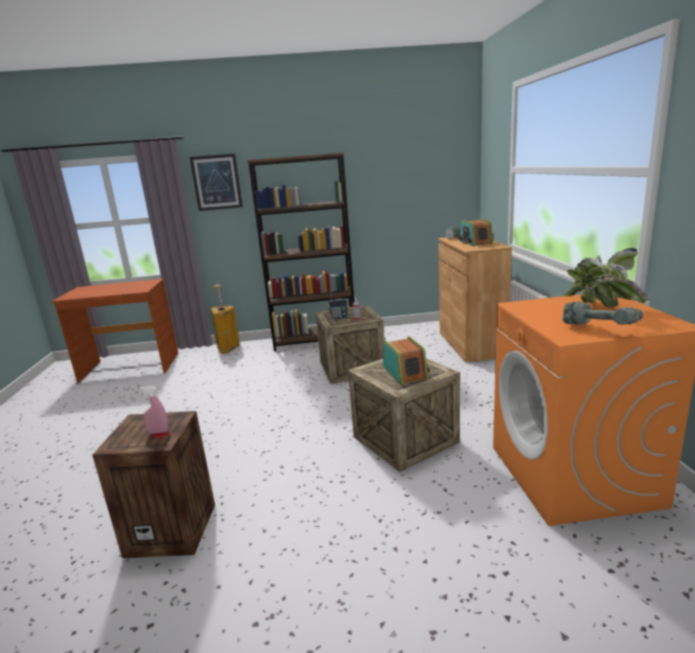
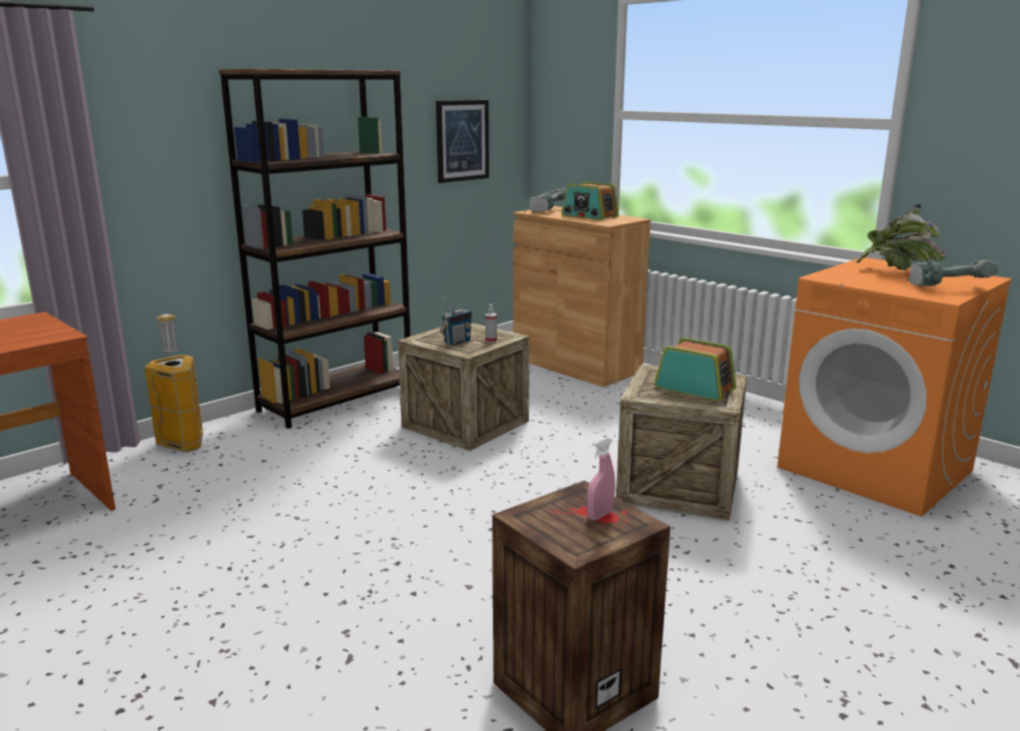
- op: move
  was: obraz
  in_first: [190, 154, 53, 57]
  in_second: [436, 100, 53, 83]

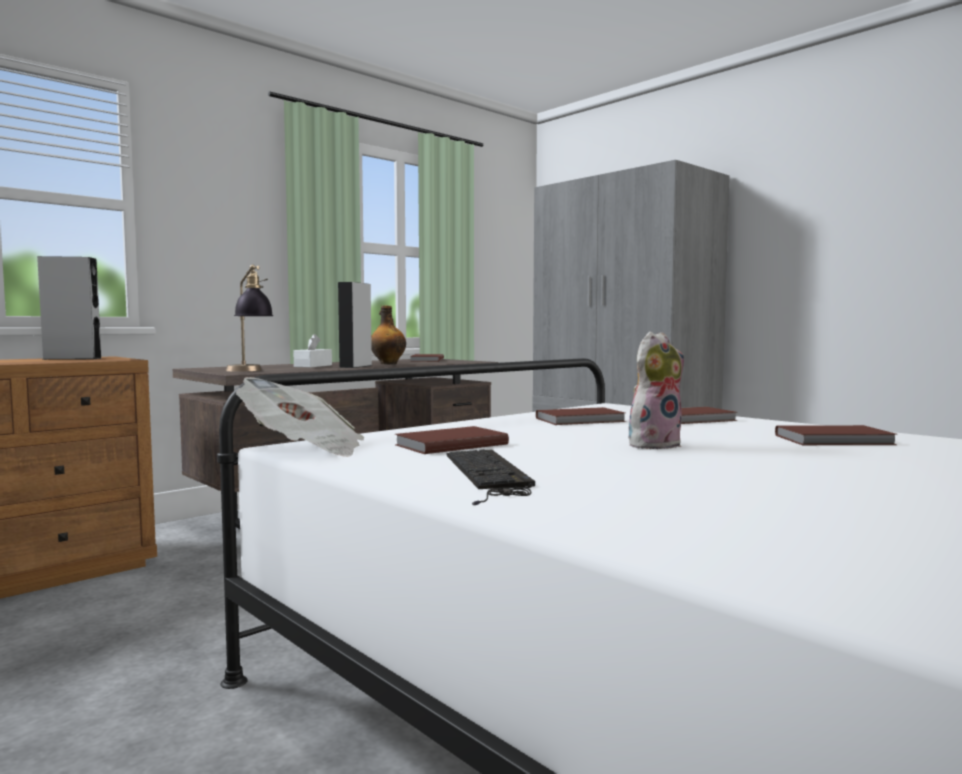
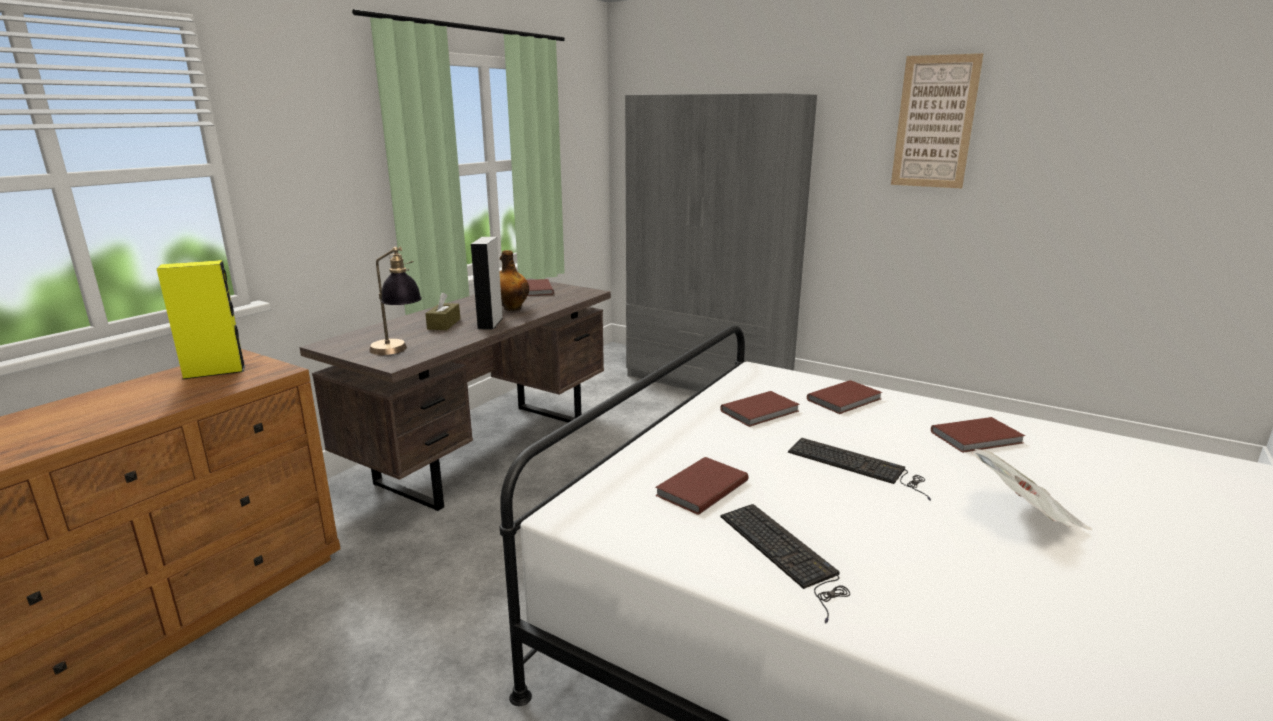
- op: insert
  now: obraz
  in_second: [891, 53, 93, 136]
- op: move
  was: gazeta
  in_first: [236, 377, 128, 80]
  in_second: [971, 449, 121, 81]
- op: replace
  was: pluszak
  now: klawiatura
  in_first: [628, 331, 56, 118]
  in_second: [788, 438, 143, 63]
- op: recolor
  was: głośnik (szary)
  now: głośnik (żółty)
  in_first: [37, 256, 65, 104]
  in_second: [157, 260, 88, 120]
- op: recolor
  was: pudełko chusteczek (biały)
  now: pudełko chusteczek (brązowy)
  in_first: [293, 334, 39, 33]
  in_second: [425, 292, 35, 38]

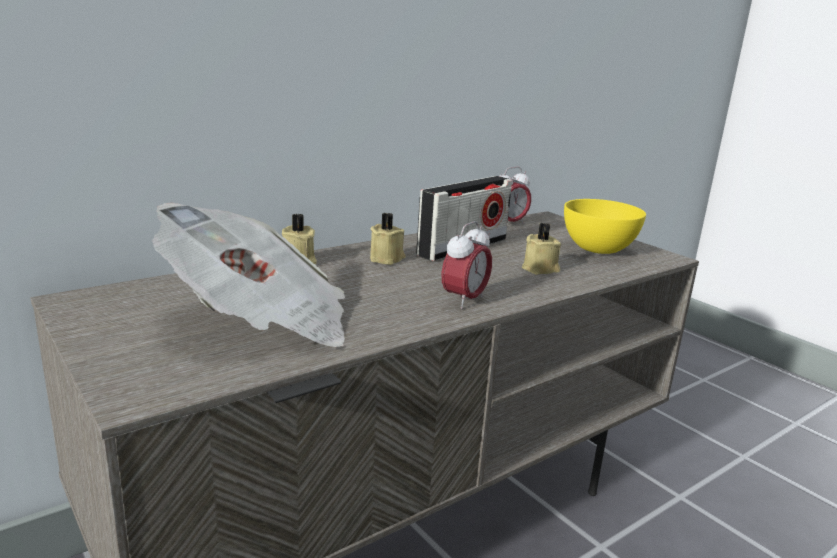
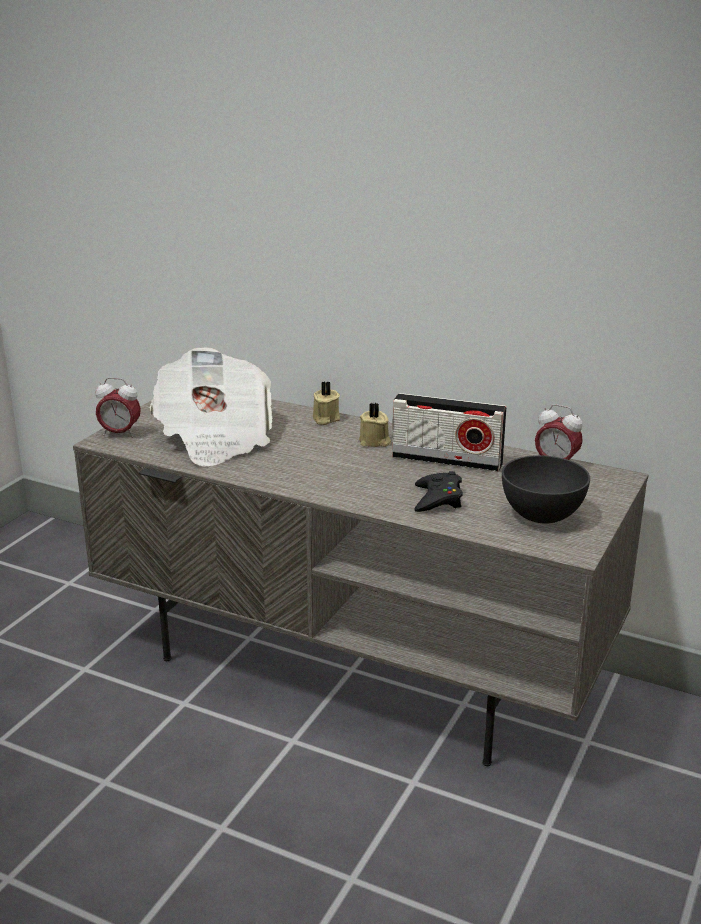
- op: move
  was: budzik
  in_first: [441, 221, 51, 88]
  in_second: [95, 378, 46, 60]
- op: replace
  was: świeca (beżowy)
  now: pad do gier (czarny)
  in_first: [522, 223, 39, 52]
  in_second: [414, 471, 49, 41]
- op: recolor
  was: miska (żółty)
  now: miska (szary)
  in_first: [564, 199, 82, 55]
  in_second: [502, 455, 88, 68]

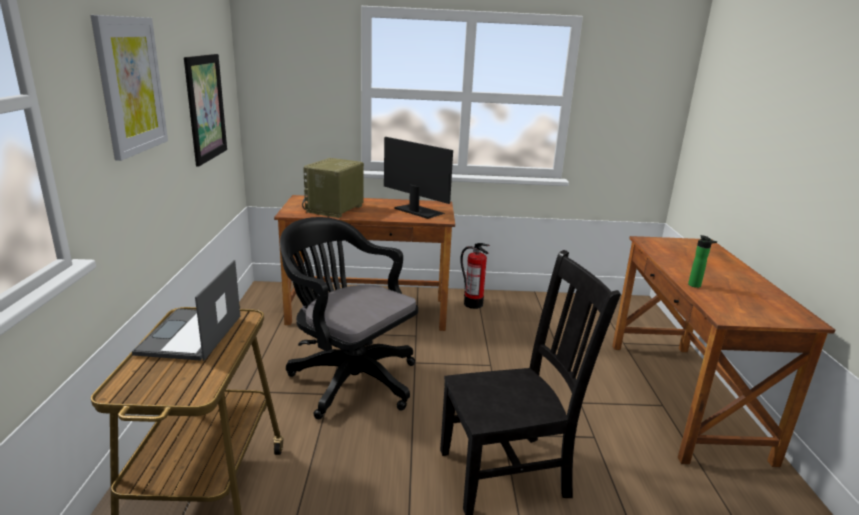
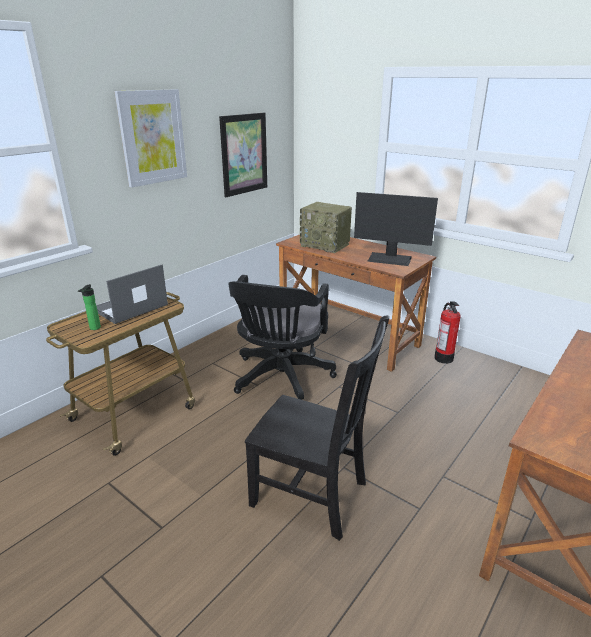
- op: move
  was: butelka
  in_first: [688, 235, 29, 53]
  in_second: [78, 284, 23, 46]
- op: rotate
  was: krzesło biurowe (czarny)
  in_first: [280, 217, 138, 202]
  in_second: [228, 275, 109, 125]
  clockwise: -150
- op: rotate
  was: radio
  in_first: [302, 158, 62, 60]
  in_second: [300, 202, 52, 51]
  clockwise: -120
- op: rotate
  was: monitor
  in_first: [384, 137, 69, 82]
  in_second: [354, 192, 84, 74]
  clockwise: 120

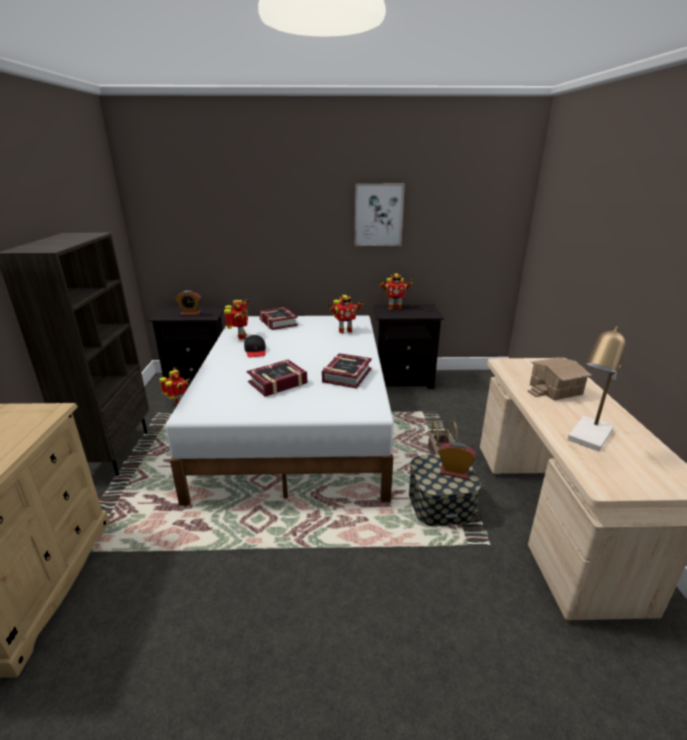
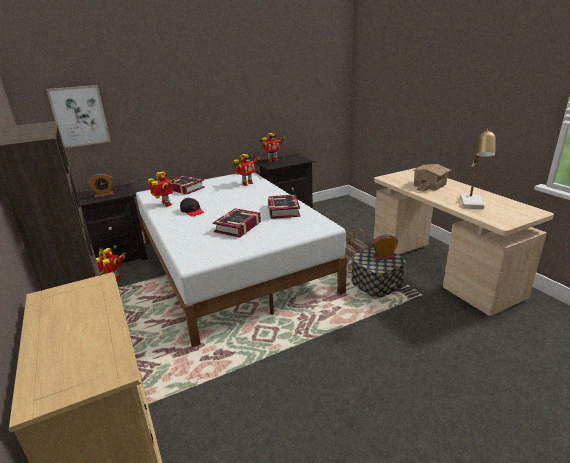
- op: move
  was: obraz
  in_first: [355, 183, 50, 63]
  in_second: [46, 85, 65, 63]

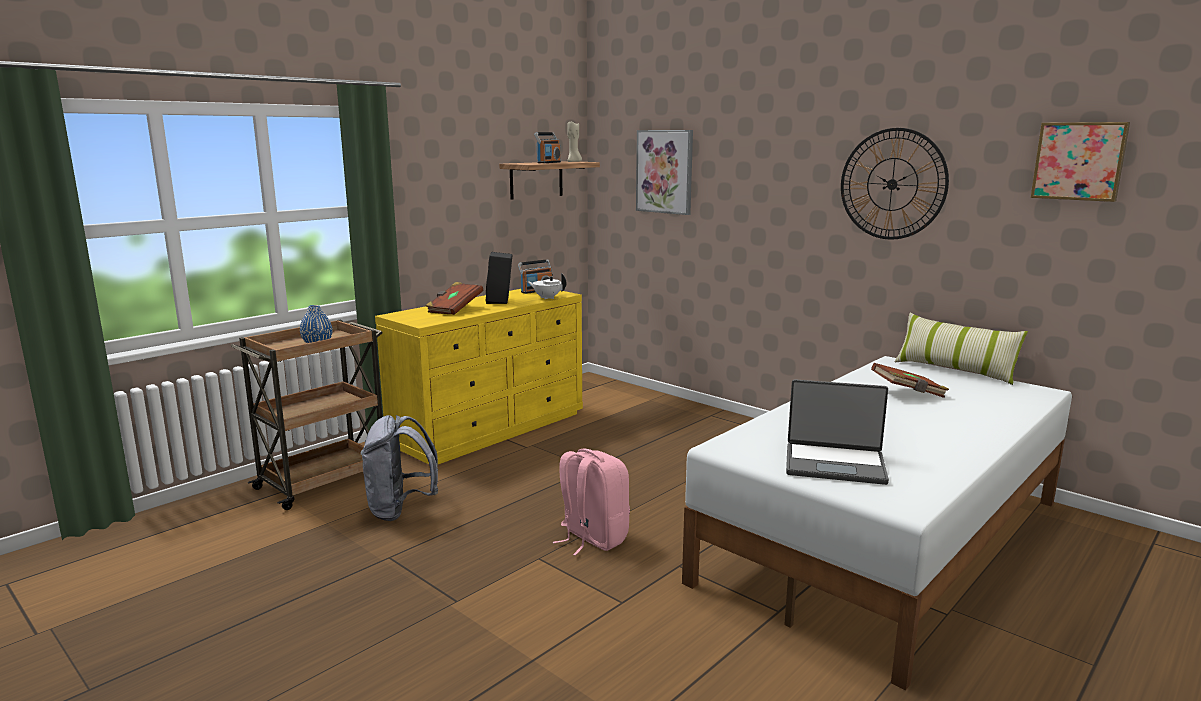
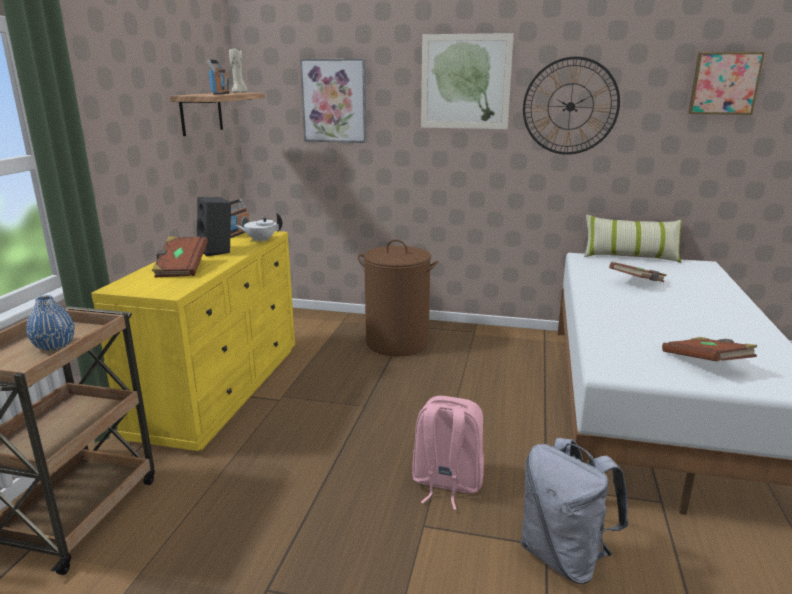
- op: insert
  now: kosz na pranie (brązowy)
  in_second: [358, 239, 81, 117]
- op: insert
  now: obraz
  in_second: [421, 33, 93, 96]
- op: move
  was: plecak (szary)
  in_first: [361, 415, 77, 106]
  in_second: [521, 438, 107, 146]
- op: replace
  was: laptop
  now: książka (brązowy)
  in_first: [786, 379, 103, 106]
  in_second: [662, 337, 96, 24]

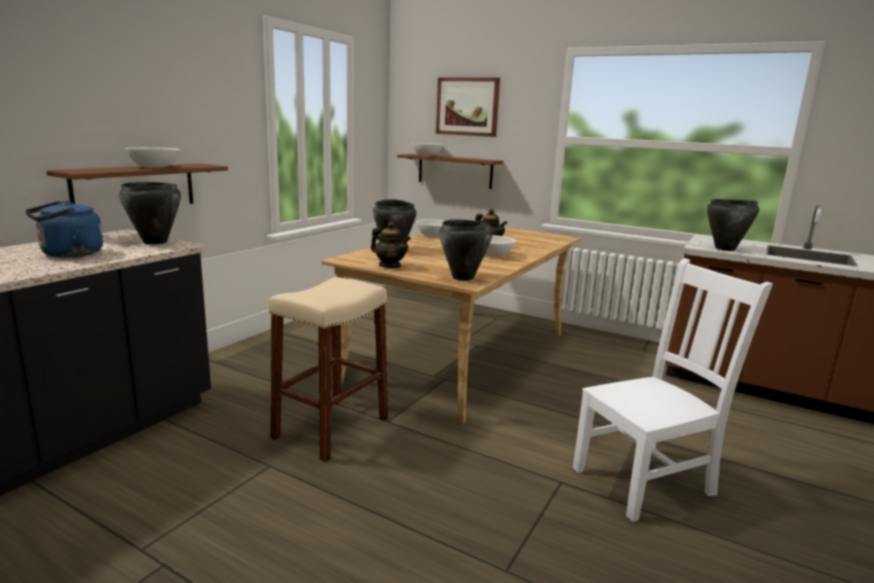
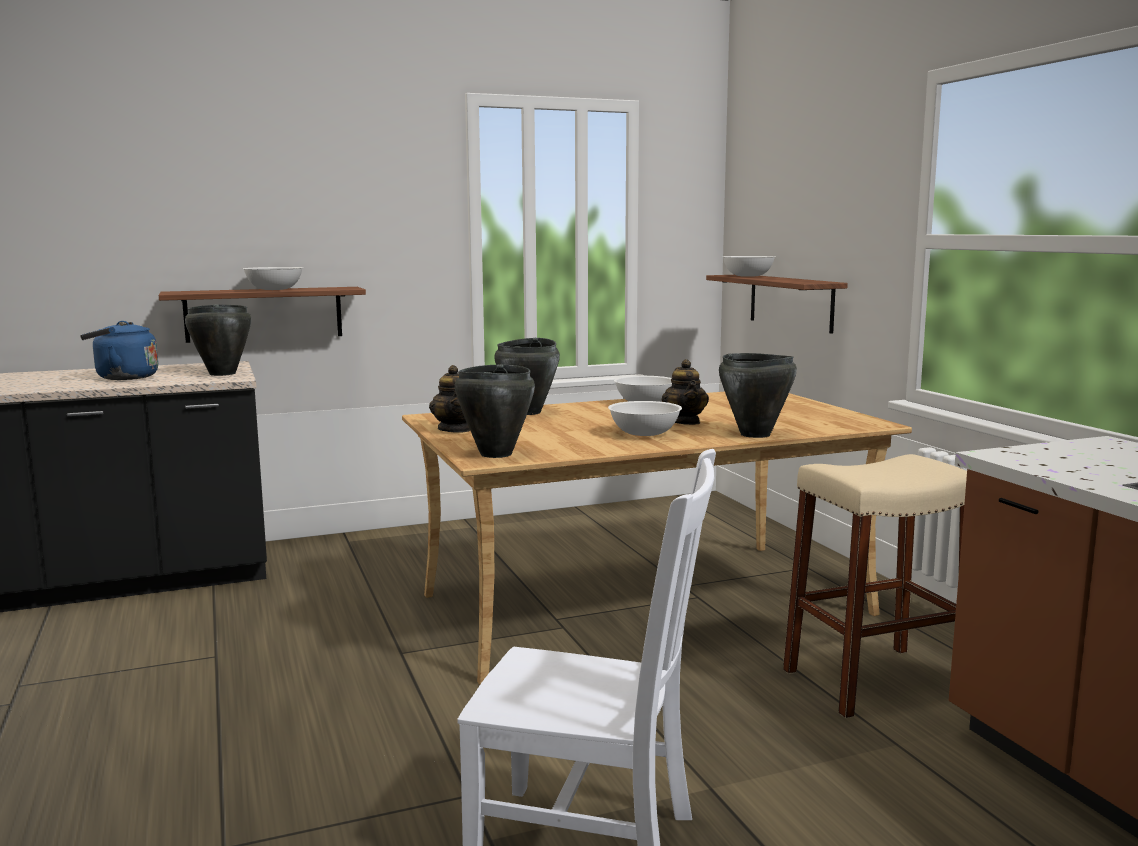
- op: delete
  was: obraz
  in_first: [436, 77, 64, 60]
- op: move
  was: stołek (beżowy)
  in_first: [269, 277, 119, 185]
  in_second: [783, 454, 184, 264]
- op: move
  was: garnek (czarny)
  in_first: [707, 199, 52, 52]
  in_second: [719, 353, 78, 85]

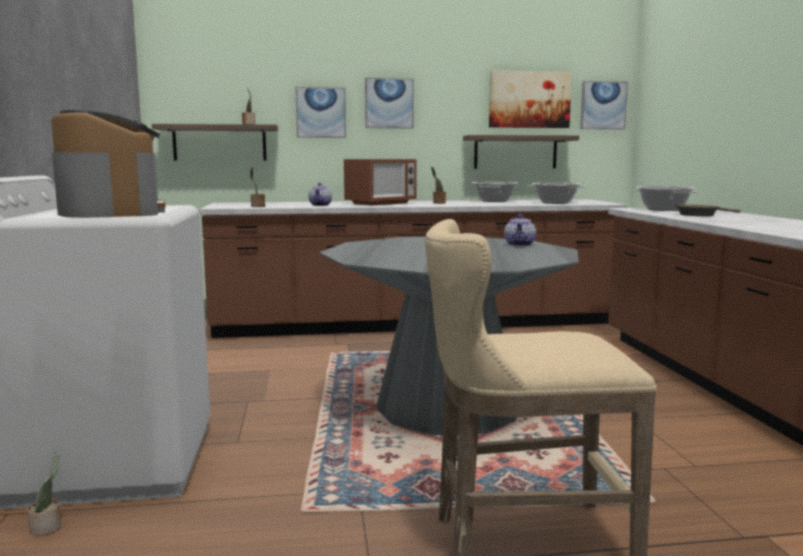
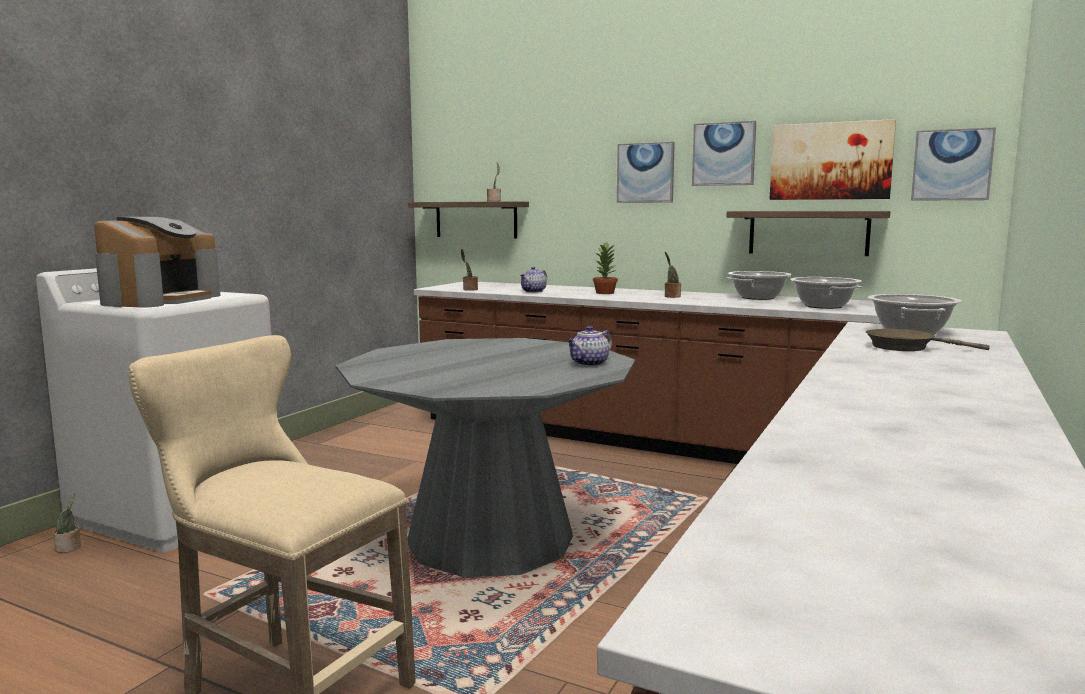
- op: move
  was: obraz
  in_first: [295, 87, 51, 51]
  in_second: [692, 121, 64, 65]
- op: replace
  was: mikrofalówka
  now: roślina doniczkowa
  in_first: [344, 159, 73, 46]
  in_second: [593, 241, 25, 53]

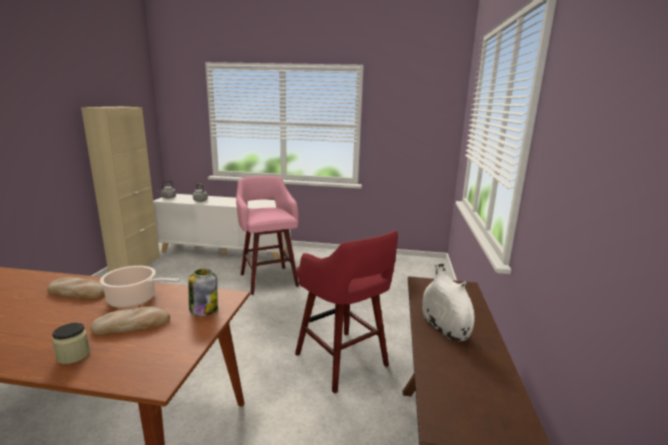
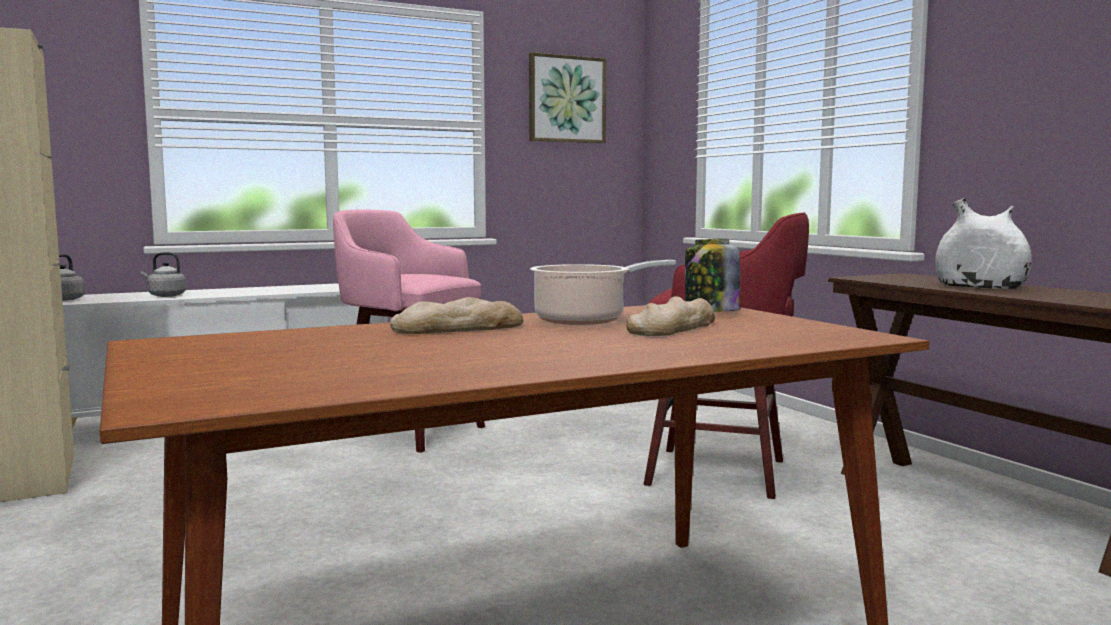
- op: delete
  was: słoik
  in_first: [52, 323, 38, 41]
- op: insert
  now: obraz
  in_second: [529, 52, 77, 91]

